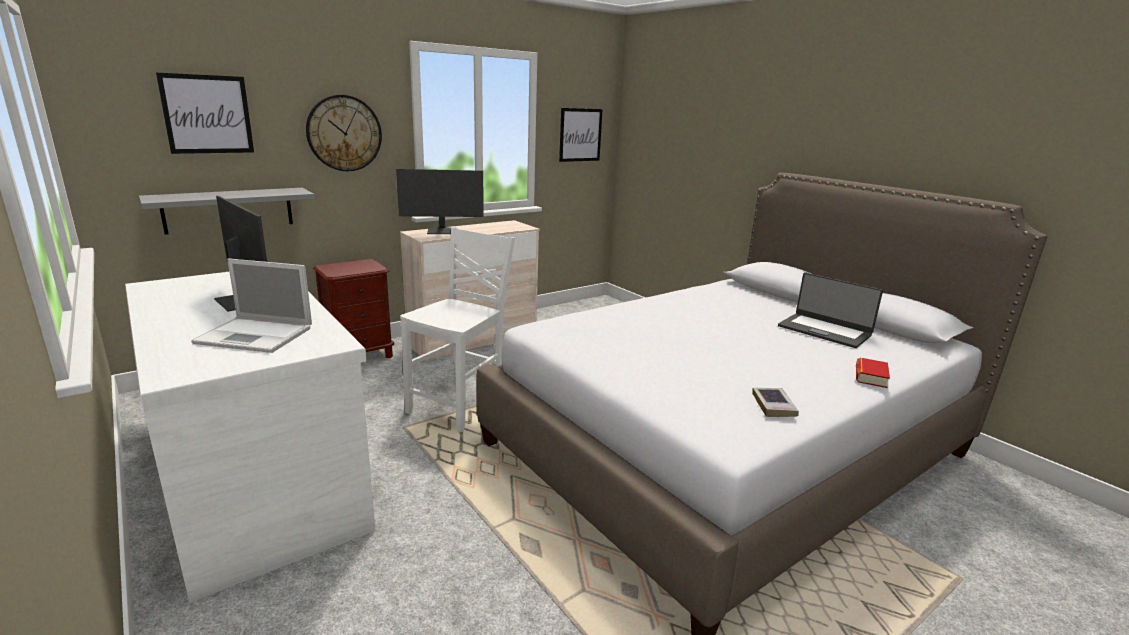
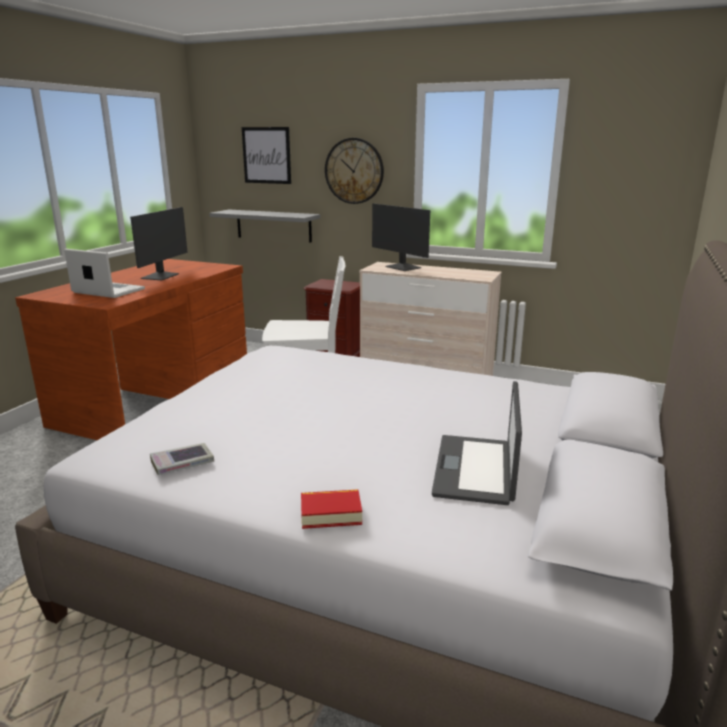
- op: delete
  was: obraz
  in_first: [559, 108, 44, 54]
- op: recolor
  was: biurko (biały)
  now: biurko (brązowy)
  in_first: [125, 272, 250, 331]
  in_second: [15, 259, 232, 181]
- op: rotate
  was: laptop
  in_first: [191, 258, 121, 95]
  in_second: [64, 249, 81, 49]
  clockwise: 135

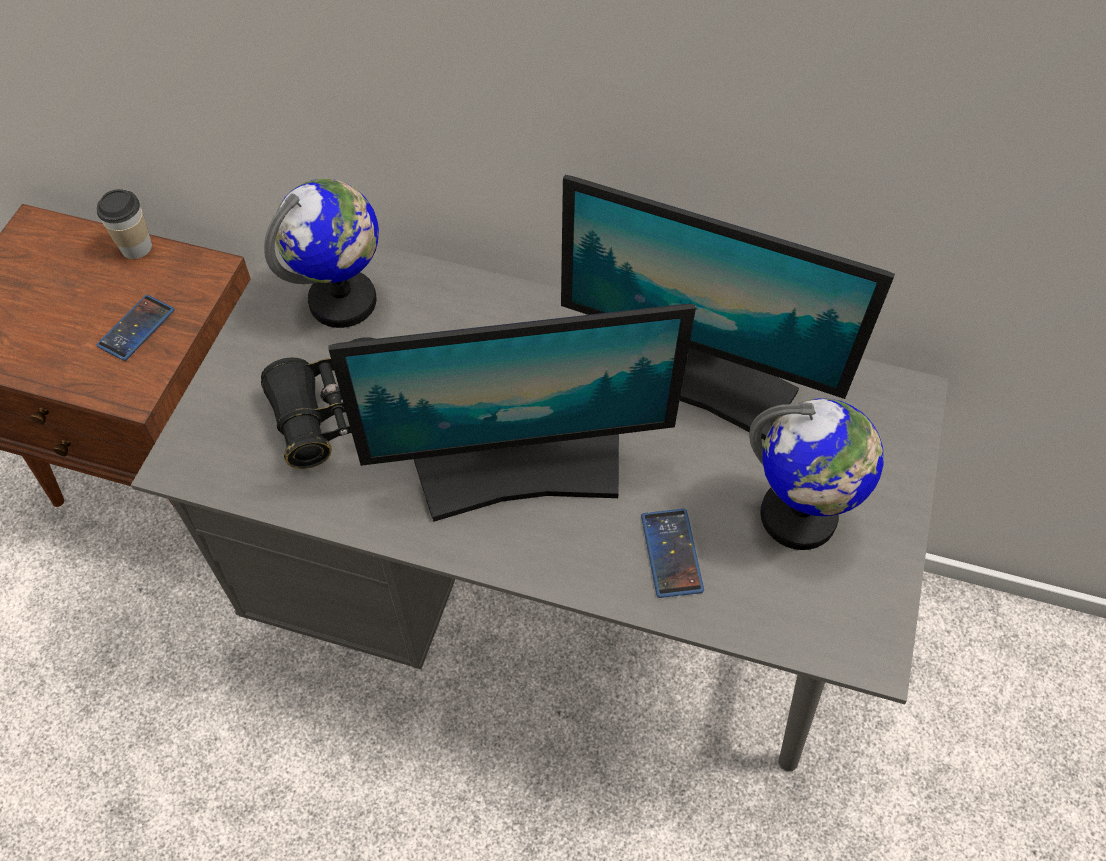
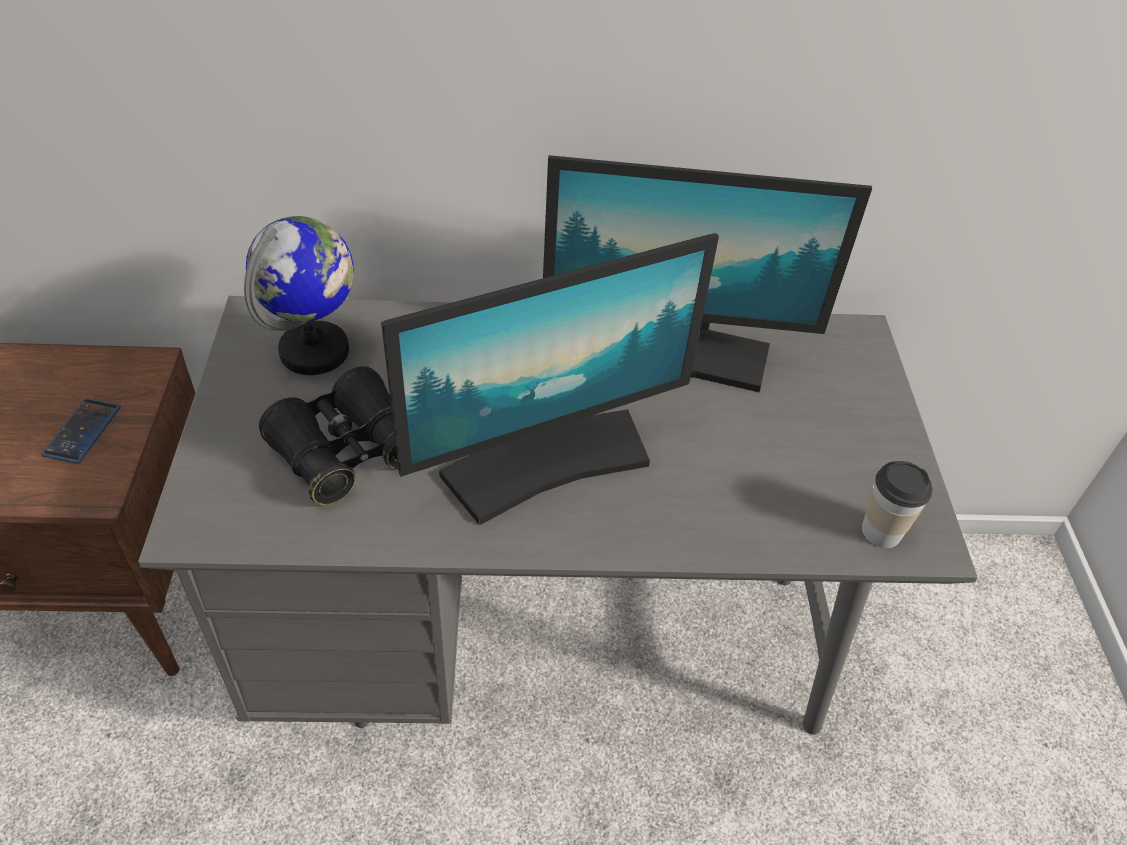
- op: delete
  was: telefon
  in_first: [641, 509, 63, 89]
- op: delete
  was: globus
  in_first: [749, 398, 135, 152]
- op: move
  was: filiżanka
  in_first: [97, 189, 55, 70]
  in_second: [862, 461, 70, 87]

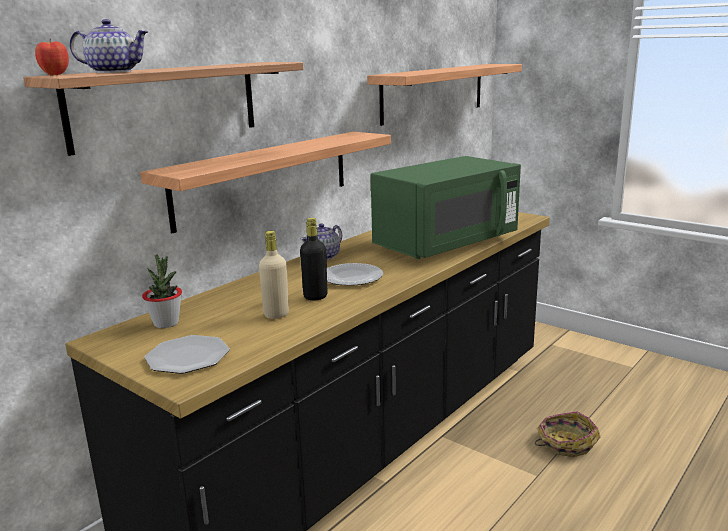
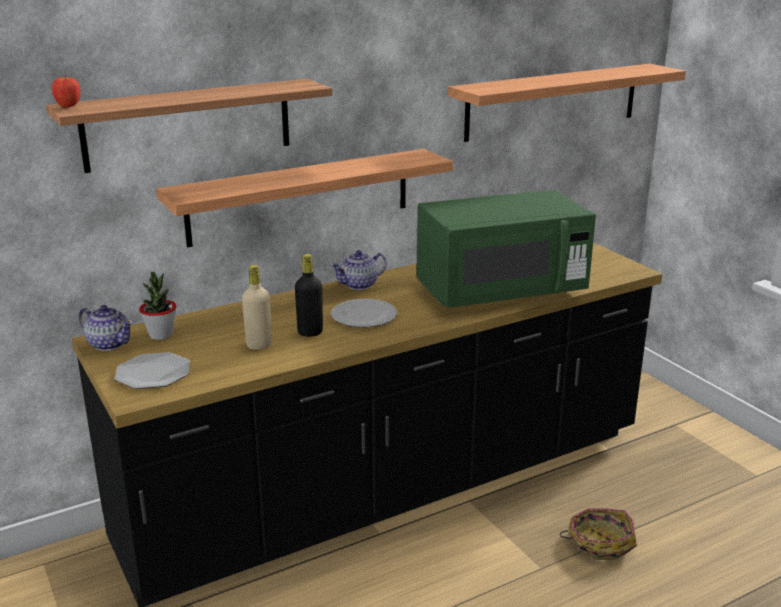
- op: move
  was: imbryk
  in_first: [70, 19, 79, 54]
  in_second: [79, 305, 54, 46]

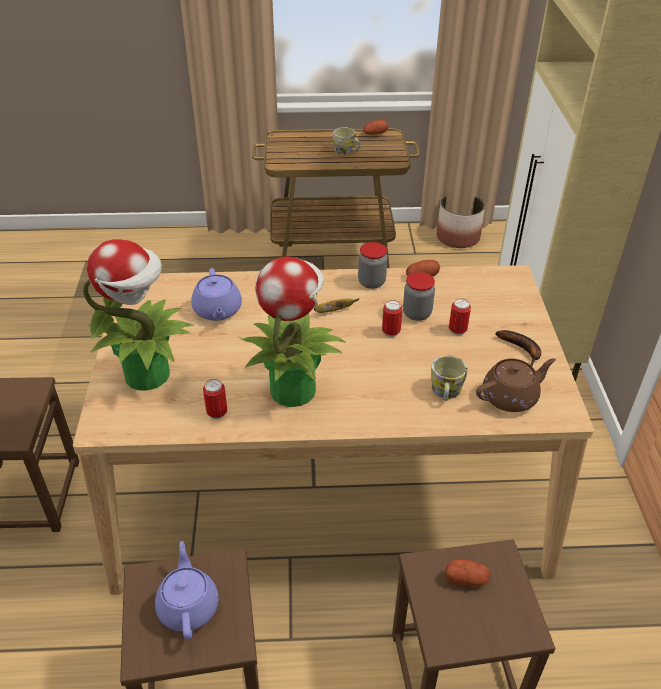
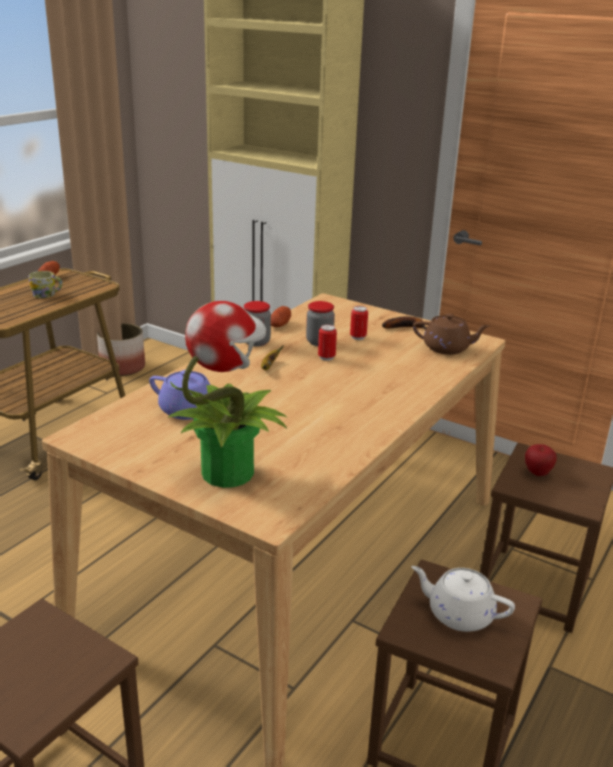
- op: delete
  was: puszka
  in_first: [203, 379, 24, 40]
- op: delete
  was: roślina doniczkowa
  in_first: [239, 257, 107, 150]
- op: delete
  was: kubek
  in_first: [431, 355, 36, 46]
- op: replace
  was: ziemniak
  now: jabłko
  in_first: [446, 559, 44, 27]
  in_second: [525, 444, 32, 32]
- op: recolor
  was: imbryk (fioletowy)
  now: imbryk (biały)
  in_first: [155, 541, 64, 99]
  in_second: [411, 566, 104, 66]
- op: rotate
  was: imbryk (brązowy)
  in_first: [476, 358, 80, 54]
  in_second: [413, 313, 77, 42]
  clockwise: 90

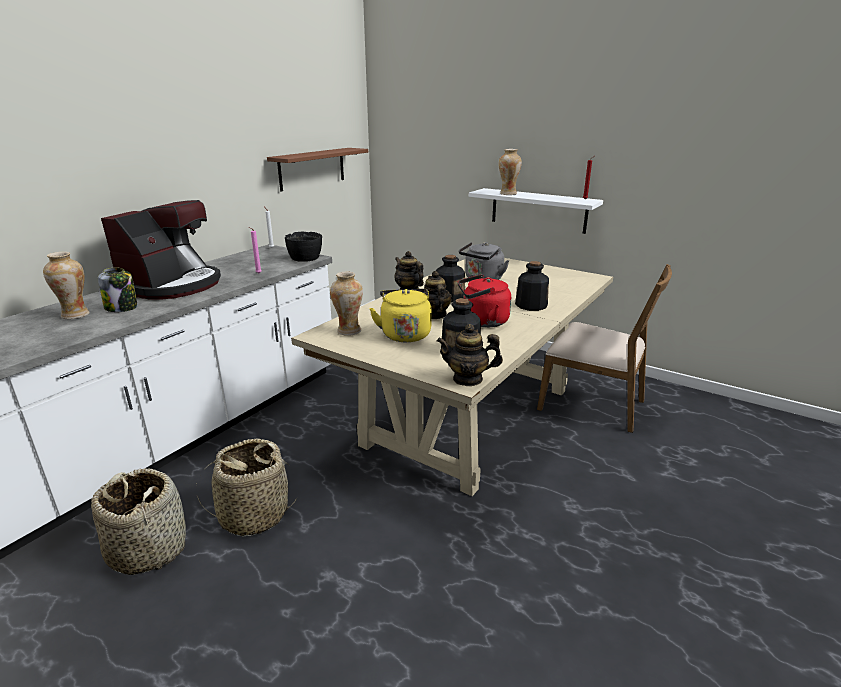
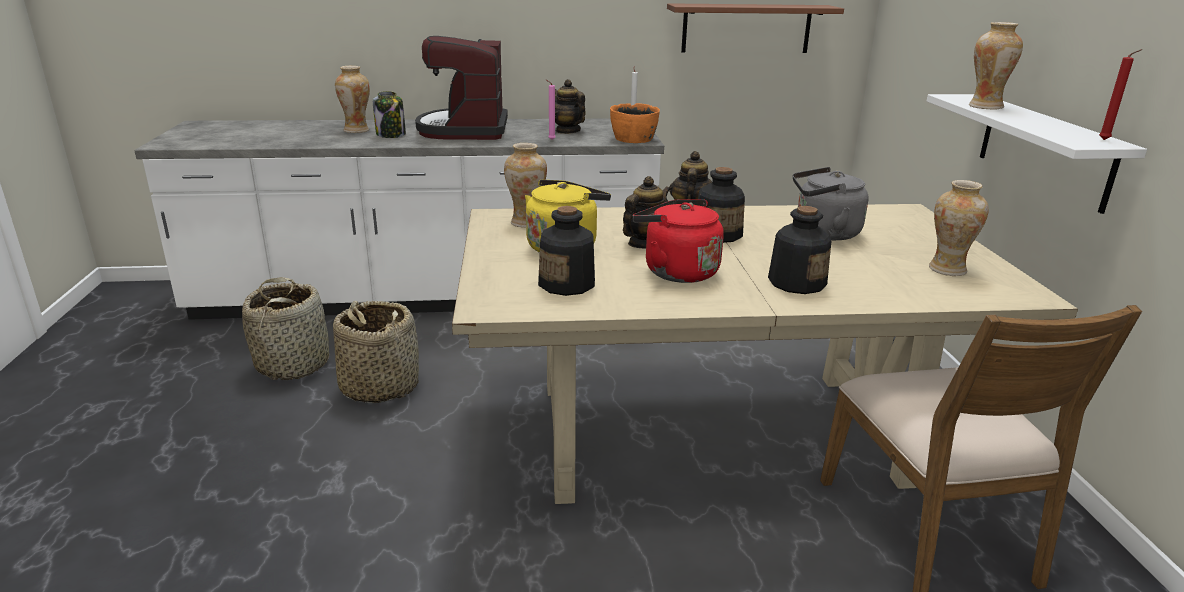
- op: insert
  now: wazon
  in_second: [929, 180, 60, 96]
- op: move
  was: imbryk
  in_first: [437, 324, 66, 62]
  in_second: [555, 79, 31, 55]
- op: recolor
  was: miska (czarny)
  now: miska (pomarańczowy)
  in_first: [285, 232, 37, 30]
  in_second: [610, 103, 50, 40]
- op: rotate
  was: ekspres do kawy
  in_first: [101, 200, 120, 100]
  in_second: [415, 36, 93, 104]
  clockwise: 105

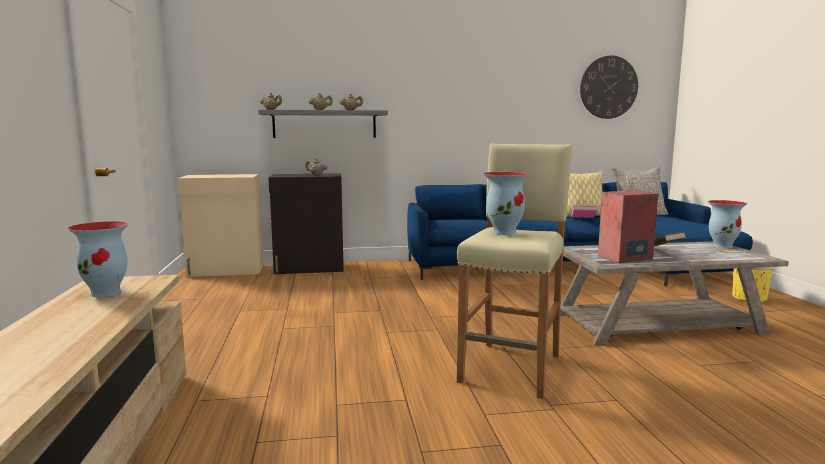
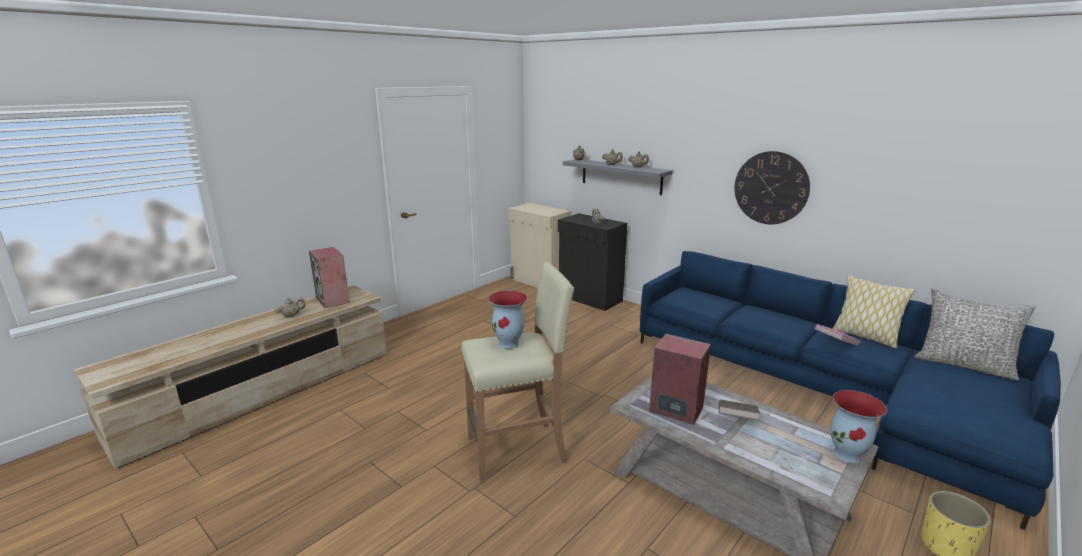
- op: insert
  now: imbryk (beżowy)
  in_second: [275, 297, 30, 21]
- op: move
  was: zegar ścienny
  in_first: [580, 55, 58, 64]
  in_second: [734, 151, 76, 73]
- op: replace
  was: wazon
  now: głośnik
  in_first: [67, 221, 62, 76]
  in_second: [309, 247, 41, 61]

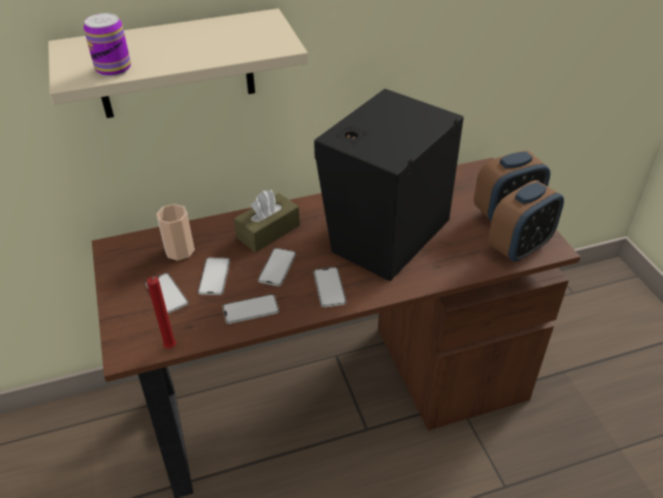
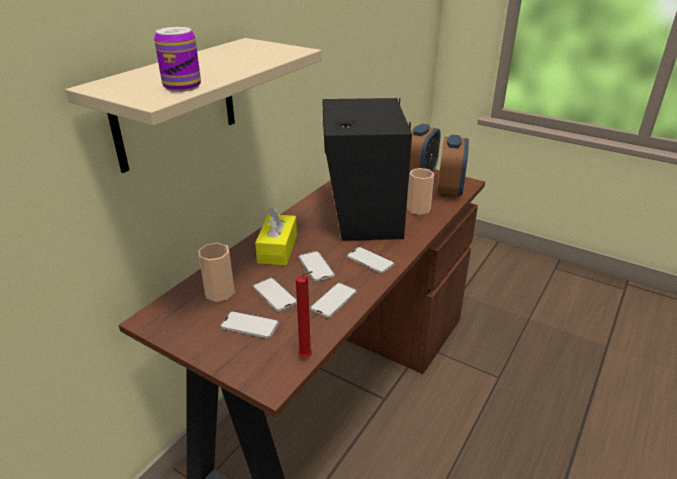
- op: insert
  now: filiżanka
  in_second: [407, 168, 27, 47]
- op: recolor
  was: pudełko chusteczek (brązowy)
  now: pudełko chusteczek (żółty)
  in_first: [234, 190, 66, 62]
  in_second: [255, 207, 42, 58]

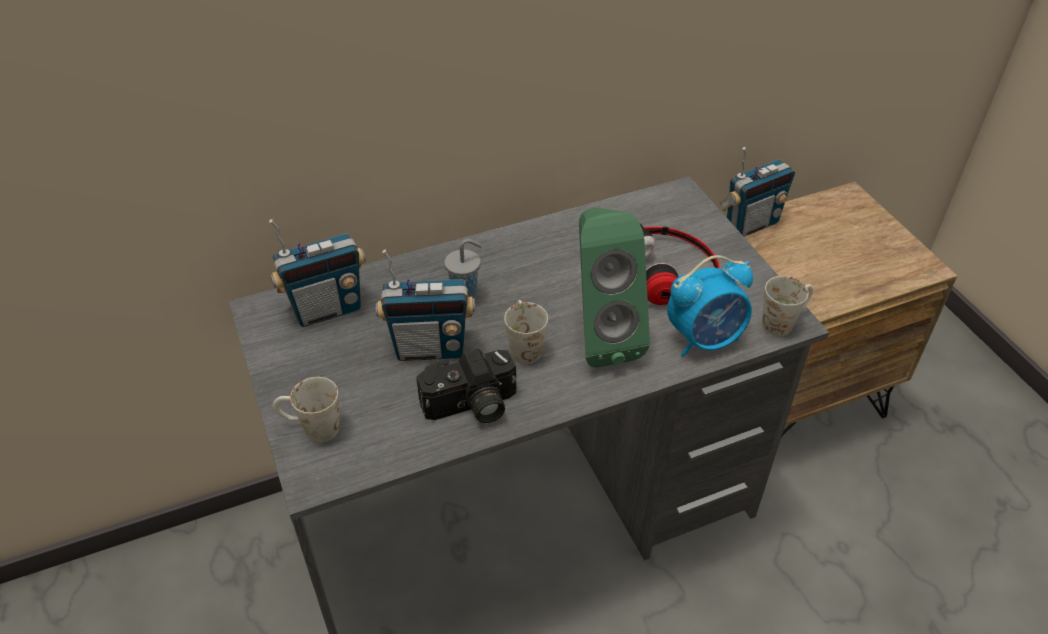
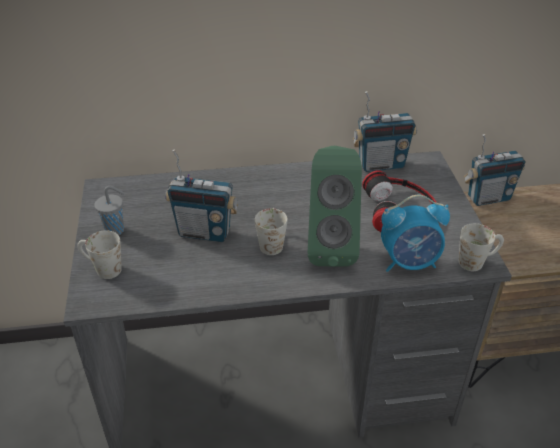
- op: delete
  was: aparat fotograficzny
  in_first: [416, 349, 101, 74]
- op: move
  was: radio
  in_first: [269, 219, 97, 108]
  in_second: [353, 91, 64, 81]
- op: move
  was: filiżanka (szary)
  in_first: [444, 239, 38, 61]
  in_second: [94, 186, 30, 49]

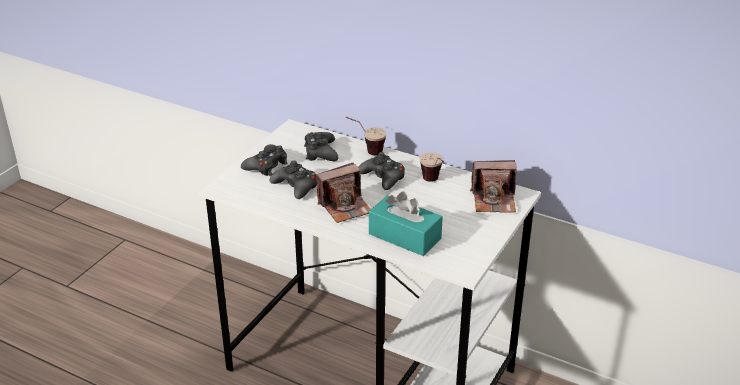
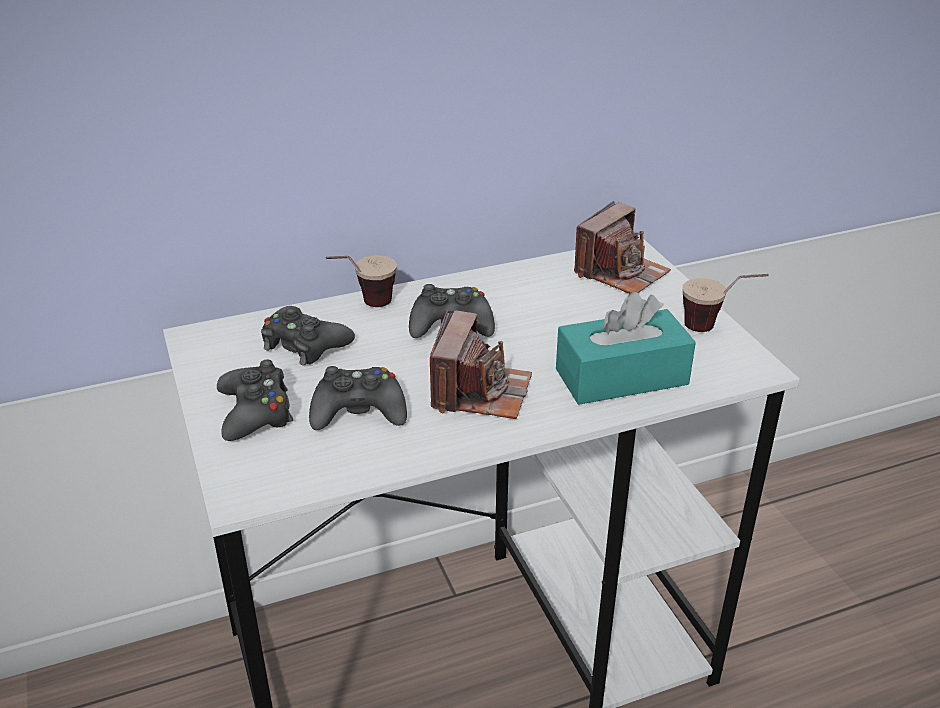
- op: move
  was: filiżanka
  in_first: [420, 152, 24, 30]
  in_second: [682, 274, 87, 58]

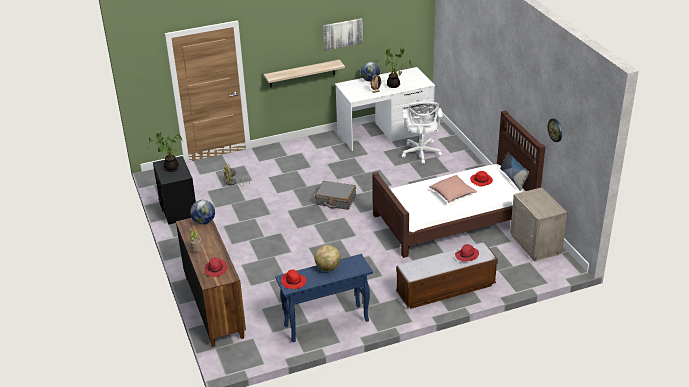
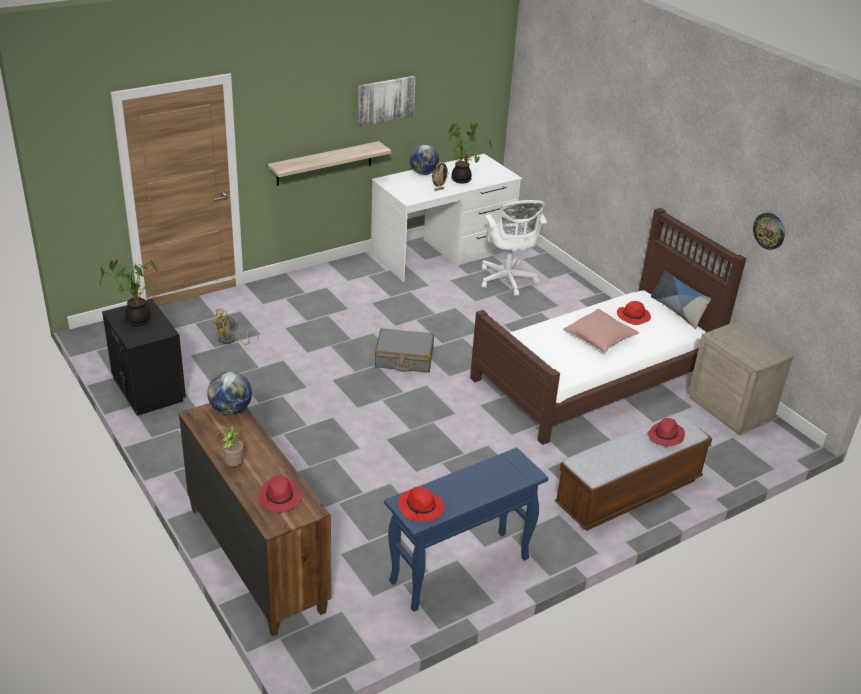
- op: delete
  was: globus
  in_first: [315, 245, 26, 26]

